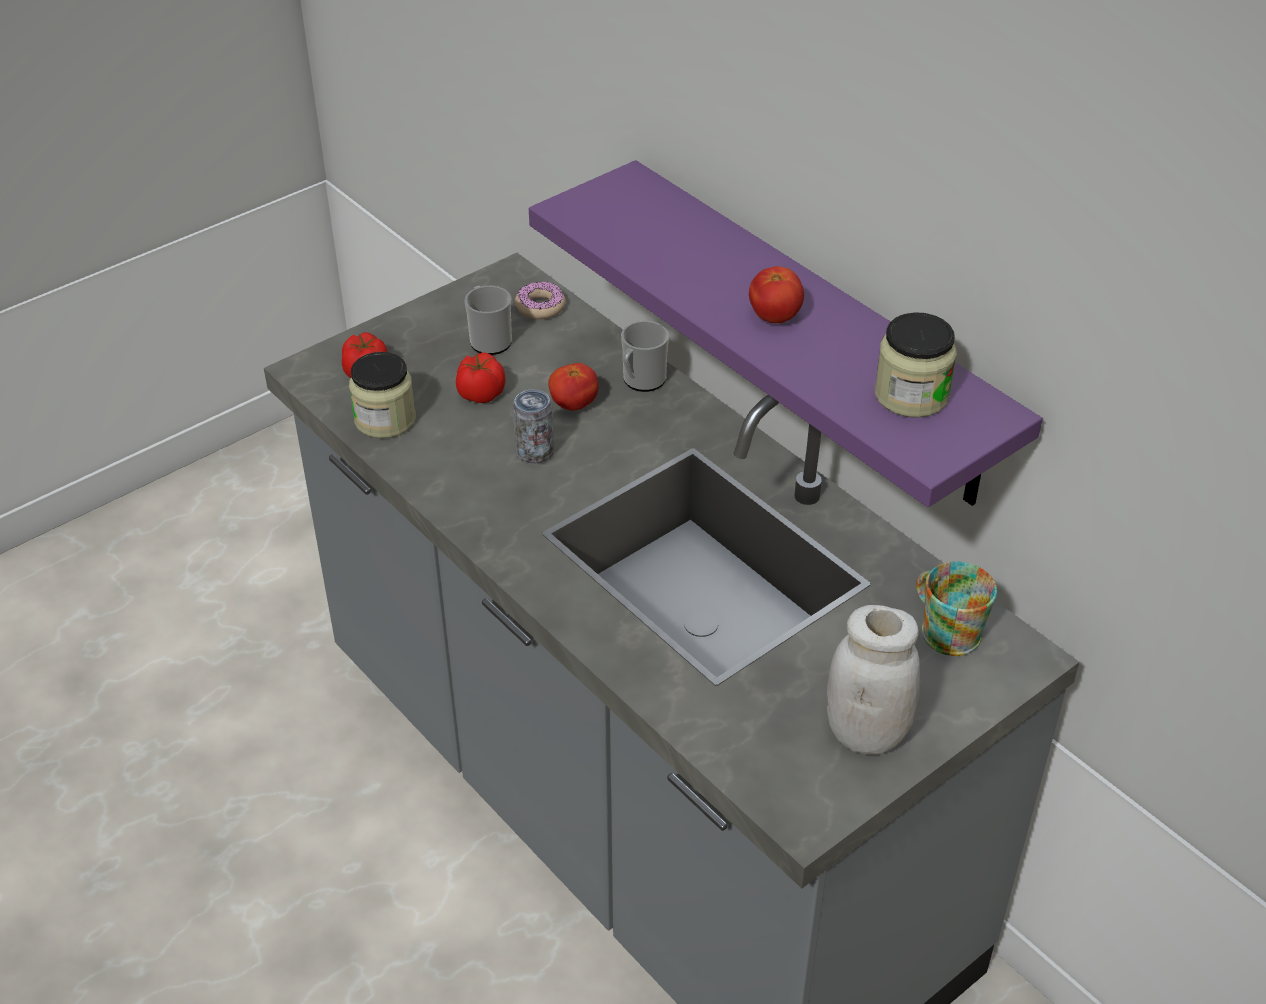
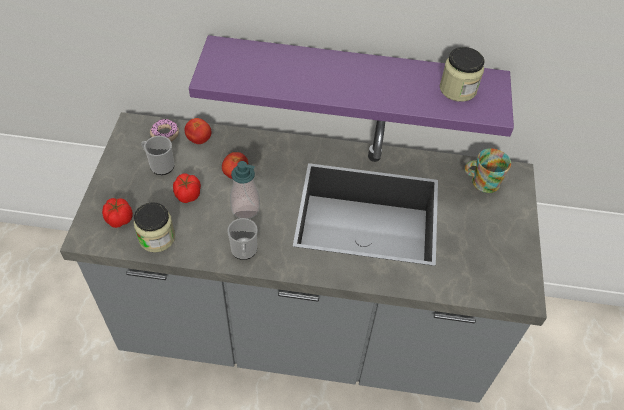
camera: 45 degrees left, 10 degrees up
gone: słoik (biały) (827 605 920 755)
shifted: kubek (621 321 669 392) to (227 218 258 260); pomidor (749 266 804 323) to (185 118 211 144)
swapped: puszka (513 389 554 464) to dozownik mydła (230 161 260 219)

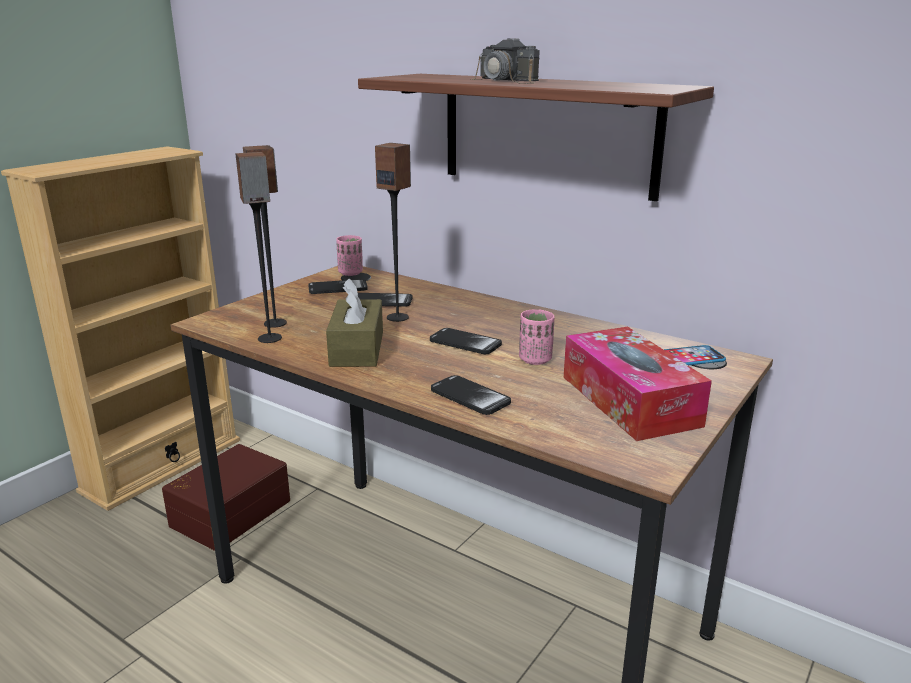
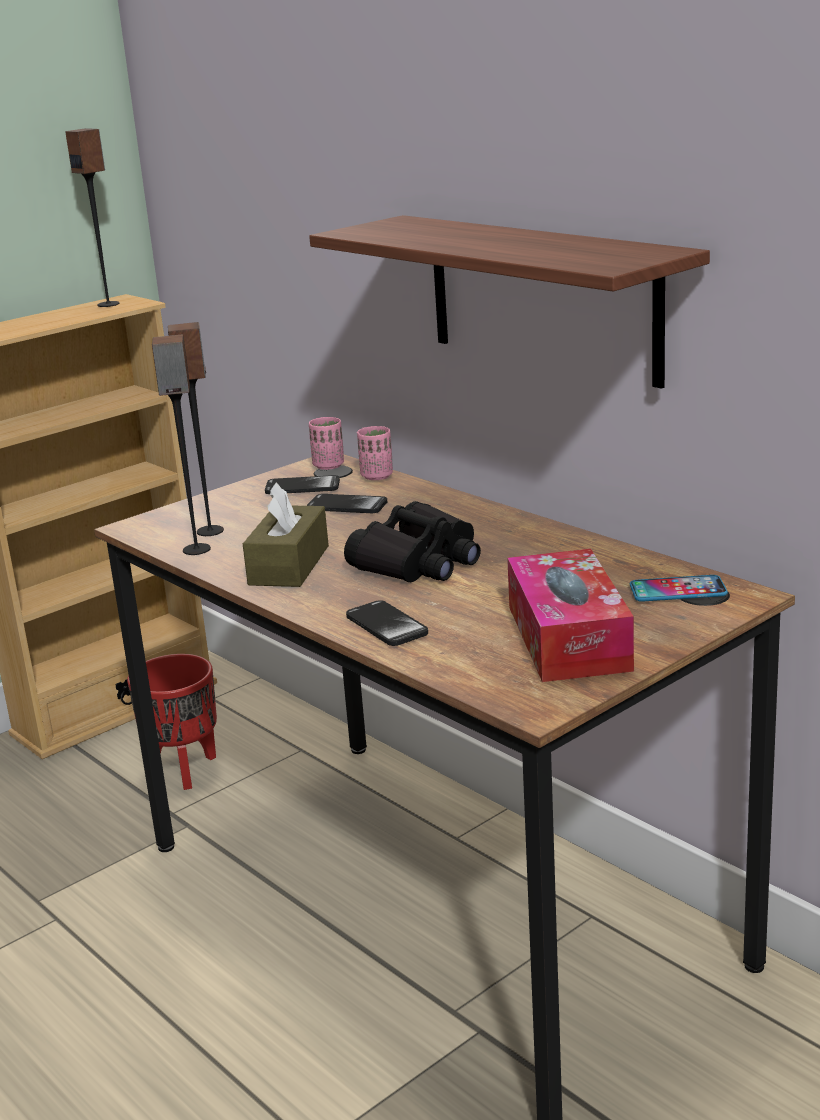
camera: 15 degrees right, 0 degrees up
gone: aparat fotograficzny (471 38 539 84)
shifted: głośnik (375 143 411 322) to (65 128 120 307); filiżanka (różowy) (519 309 555 365) to (357 426 393 480)
swapped: pojemnik do przechowywania (brązowy) (162 444 290 551) to donica (czerwony) (127 654 217 790); telefon (430 328 502 354) to lornetka (czarny) (344 501 481 582)

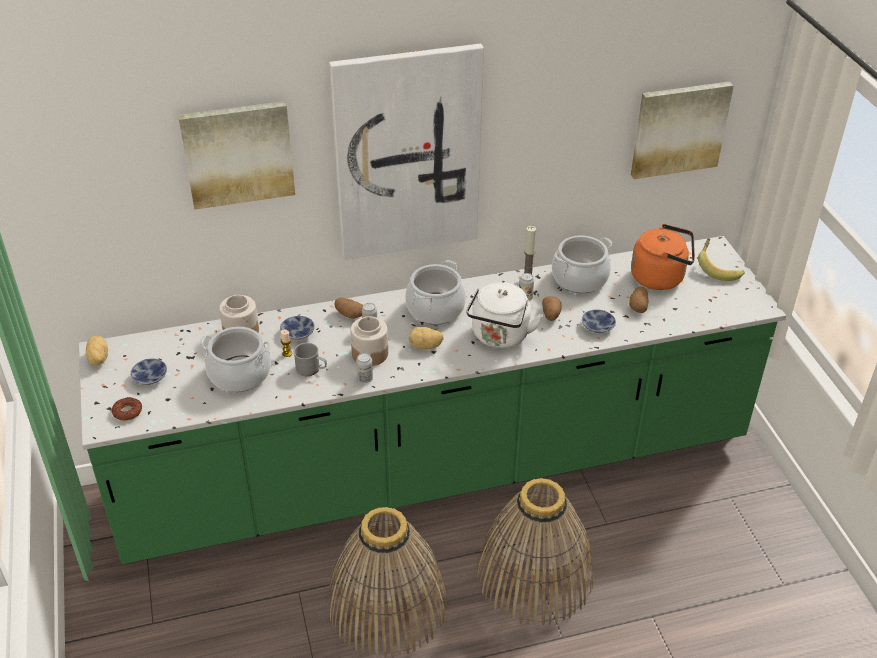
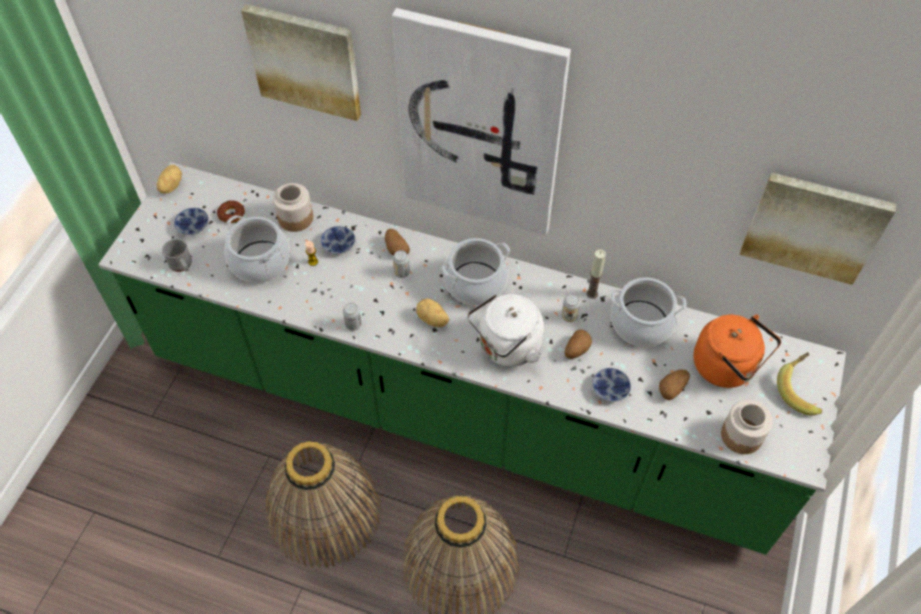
camera: 35 degrees right, 15 degrees up
shifted: donut (111 397 142 421) to (217 201 245 223); kubek (szary) (294 343 327 376) to (162 239 192 272); słoik (350 316 388 366) to (721 400 773 454)

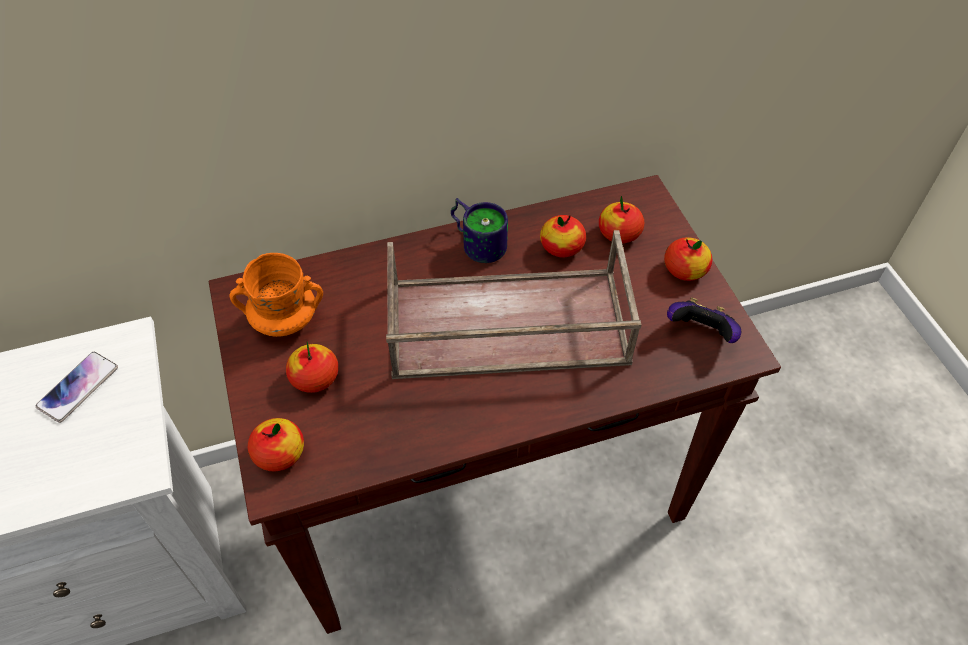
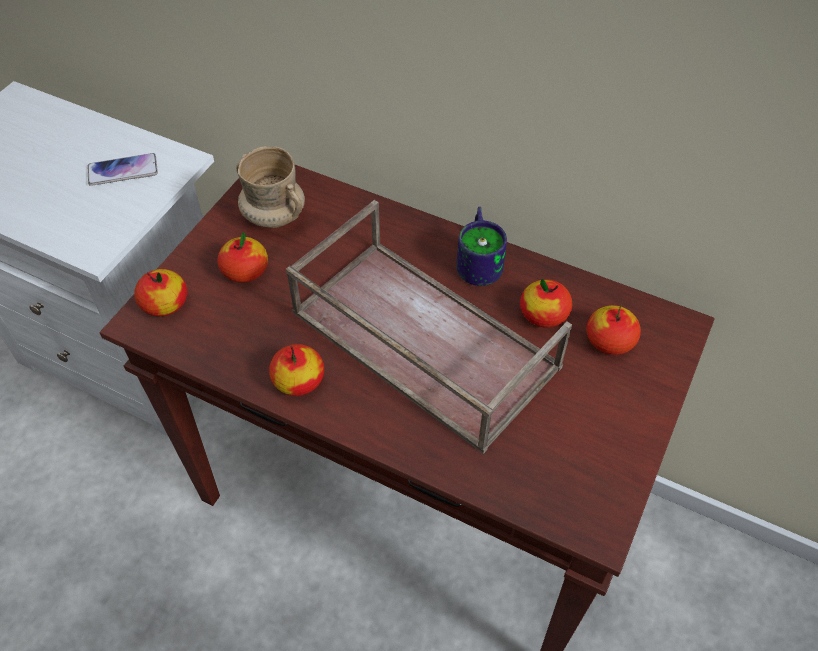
camera: 45 degrees right, 0 degrees up
gone: pad do gier (667 297 741 343)
shifted: jabłko (664 237 712 281) to (269 344 324 396)
repainted: kubek (pomarańczowy) (230 253 323 337) to kubek (beżowy) (236 146 305 228)

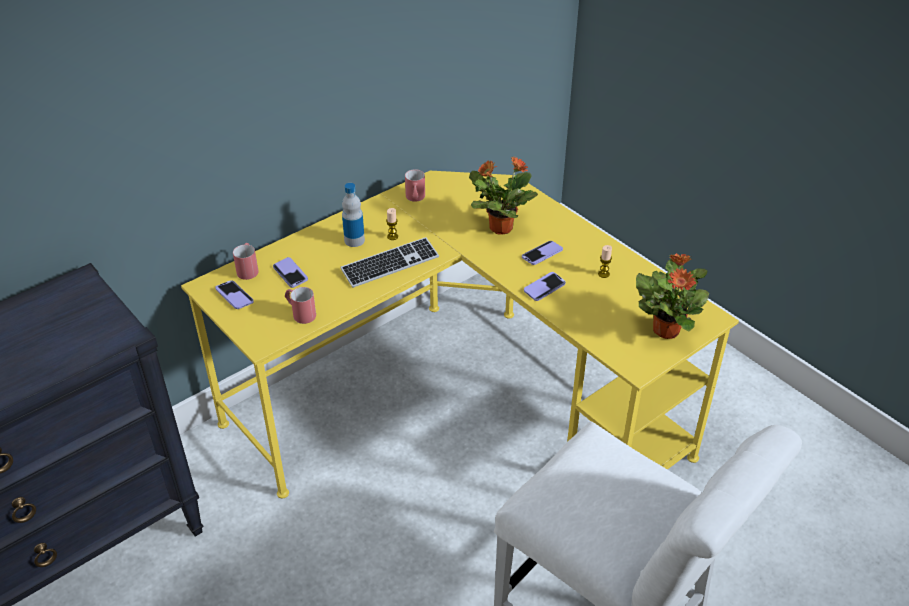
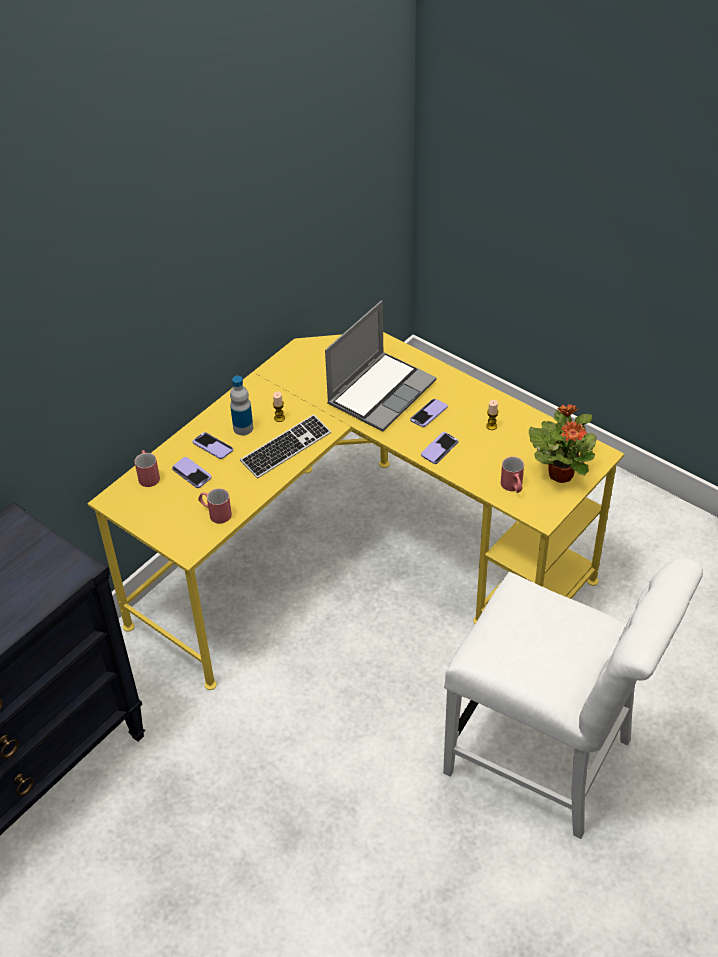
camera: 10 degrees left, 5 degrees up
shifted: telefon (215 280 254 309) to (193 432 233 459); kubek (czerwony) (405 169 425 202) to (501 457 524 493)
swapped: roślina doniczkowa (469 157 538 235) to laptop (325 300 437 432)

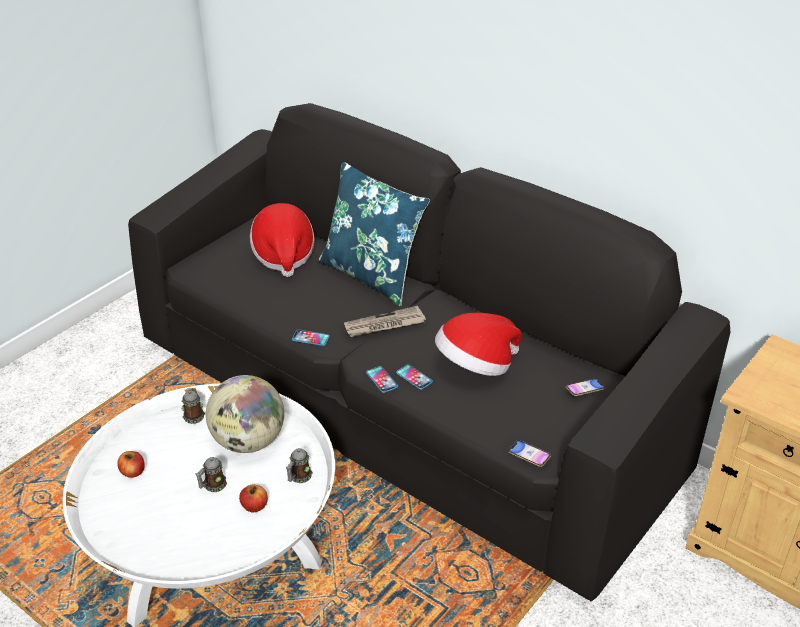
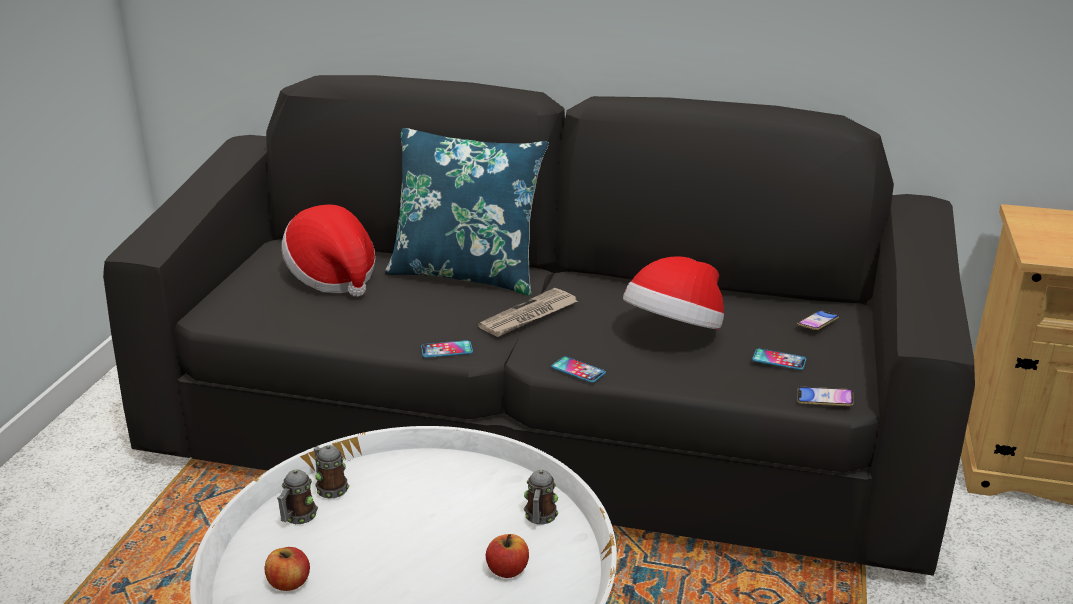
camera: 25 degrees left, 10 degrees down
gone: globus (206 375 284 453)
shifted: kubek (195 457 227 492) to (277 470 318 524); telefon (396 365 433 390) to (752 348 806 370)

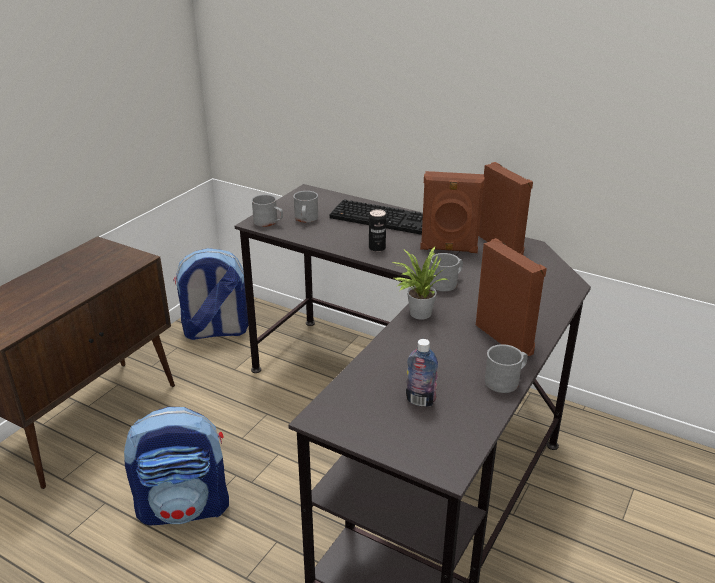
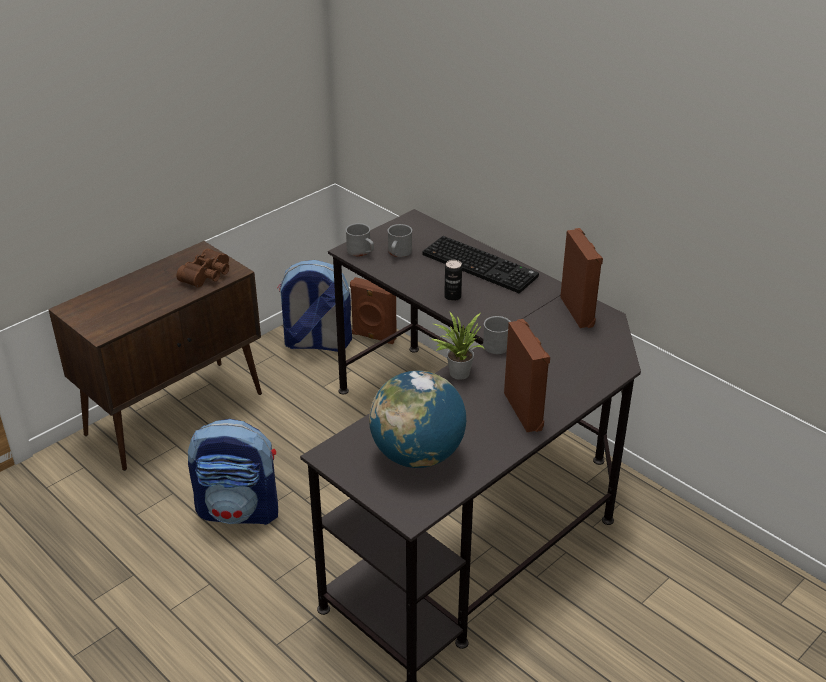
camera: 15 degrees right, 5 degrees up
gone: kubek (szary) (485 344 528 393)
new: lornetka (brązowy) (176 248 229 288)
shifted: głośnik (brązowy) (420 171 485 253) to (350 277 397 344)
swapped: butelka (406 339 438 407) to globus (369 371 466 468)

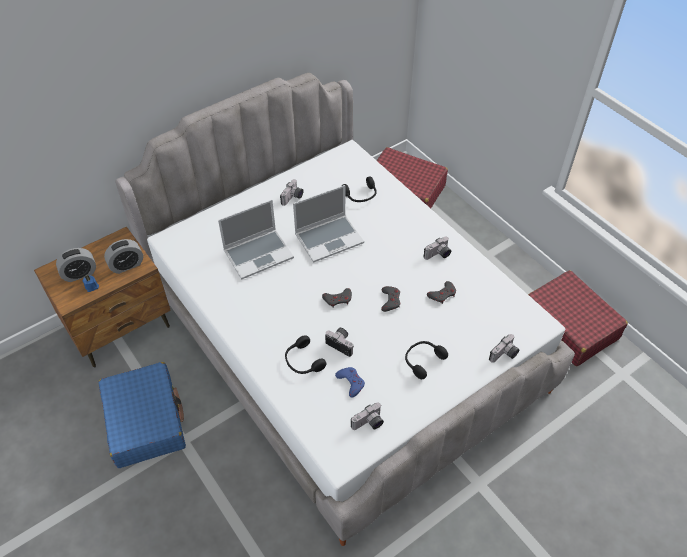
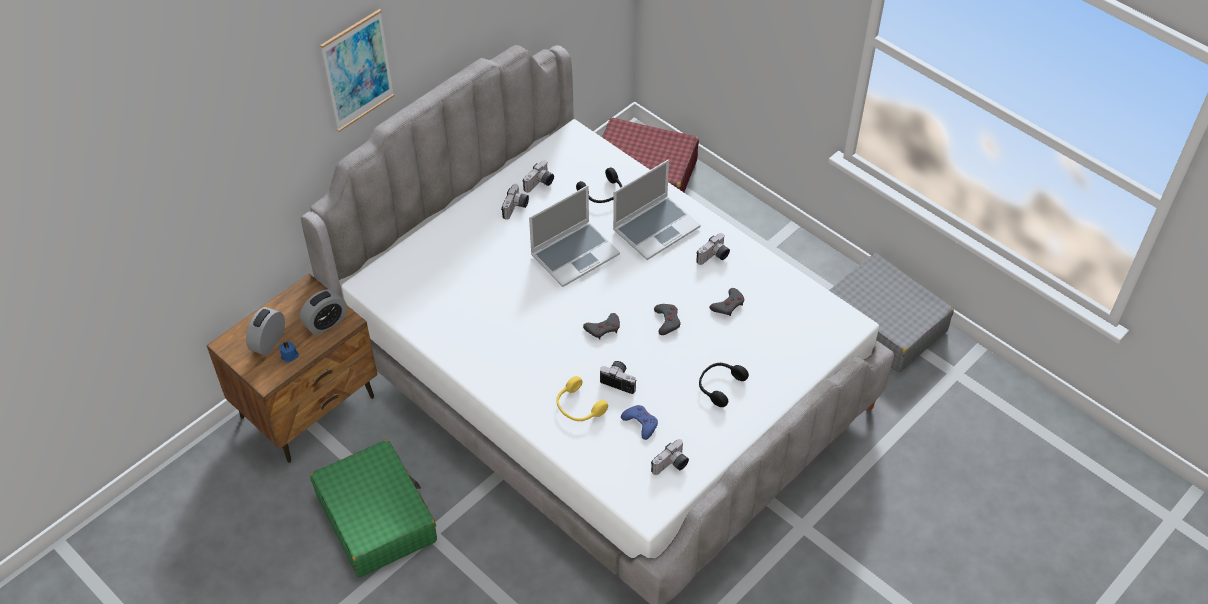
camera: 10 degrees left, 0 degrees up
new: obraz (320 9 394 132)
shifted: laptop (218 200 294 280) to (613 160 701 260); aparat fotograficzny (489 334 520 363) to (523 160 554 193)
repainted: walizka (niebieski) (98 362 186 468) to walizka (zielony) (310 440 437 577); słuchawki (czarny) (285 335 326 374) to słuchawki (żółty) (556 376 608 421); walizka (czerwony) (528 270 628 366) to walizka (szary) (829 253 954 372)
rotated: budzik (56 248 96 282) = (246 307 285 355) 150 degrees clockwise

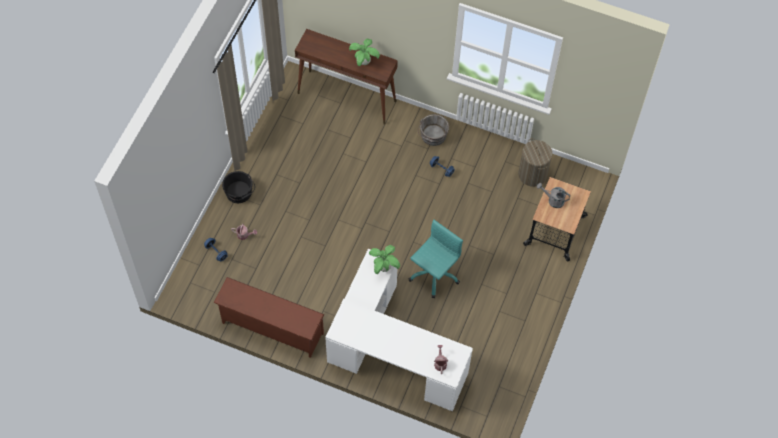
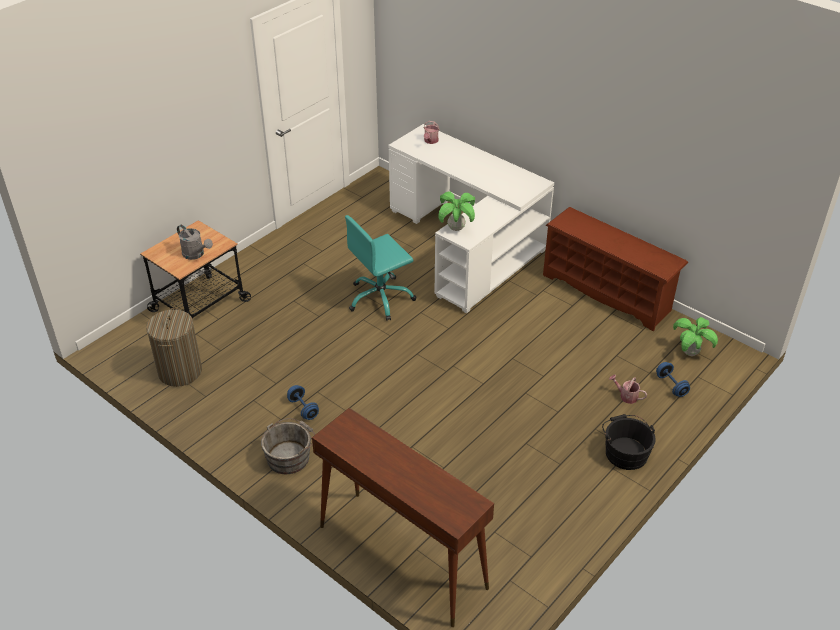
camera: 160 degrees left, 20 degrees down
shifted: roślina doniczkowa (349 38 380 66) to (673 317 718 356)

